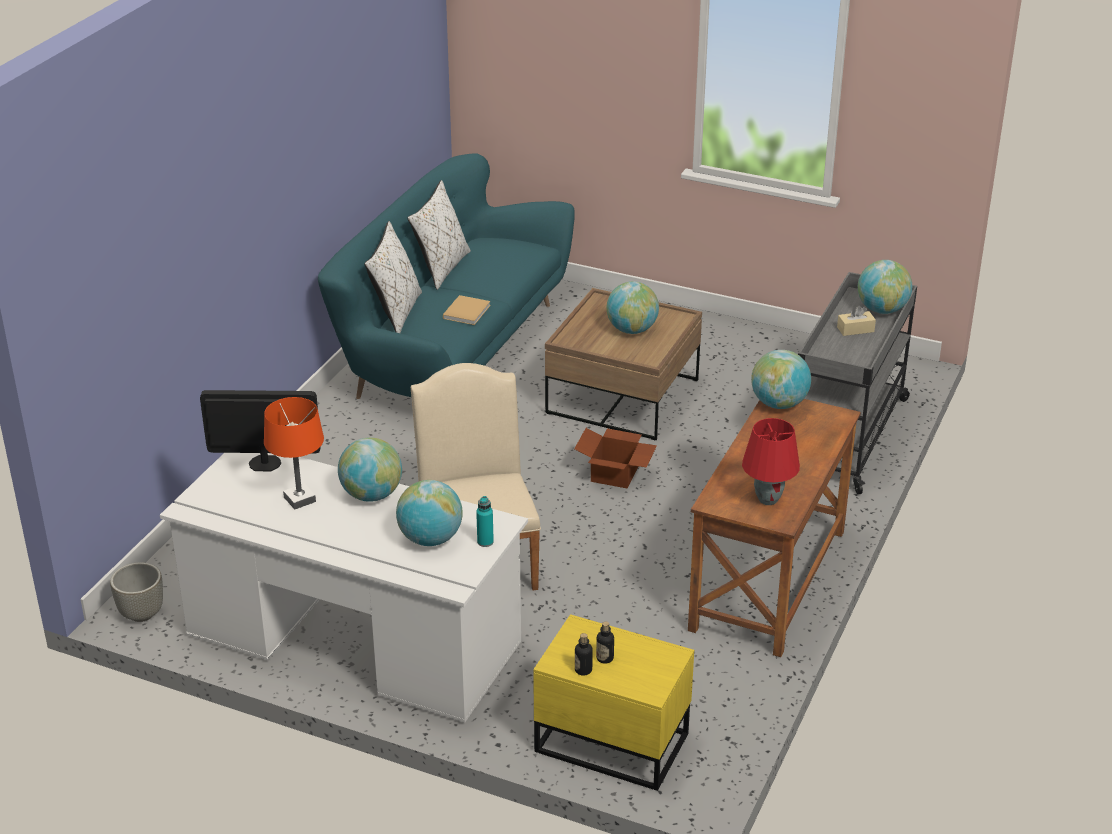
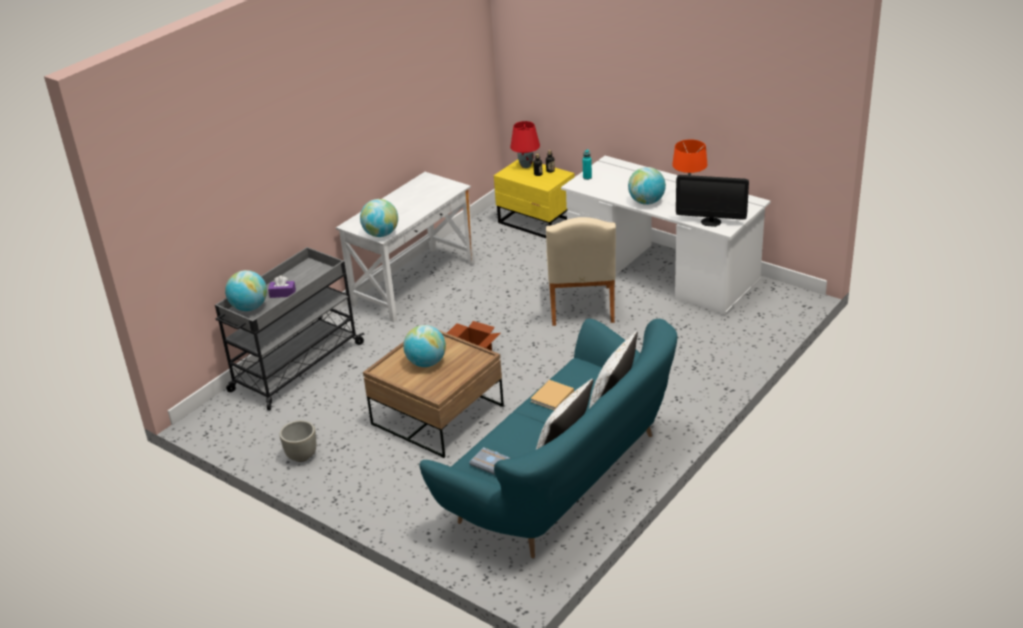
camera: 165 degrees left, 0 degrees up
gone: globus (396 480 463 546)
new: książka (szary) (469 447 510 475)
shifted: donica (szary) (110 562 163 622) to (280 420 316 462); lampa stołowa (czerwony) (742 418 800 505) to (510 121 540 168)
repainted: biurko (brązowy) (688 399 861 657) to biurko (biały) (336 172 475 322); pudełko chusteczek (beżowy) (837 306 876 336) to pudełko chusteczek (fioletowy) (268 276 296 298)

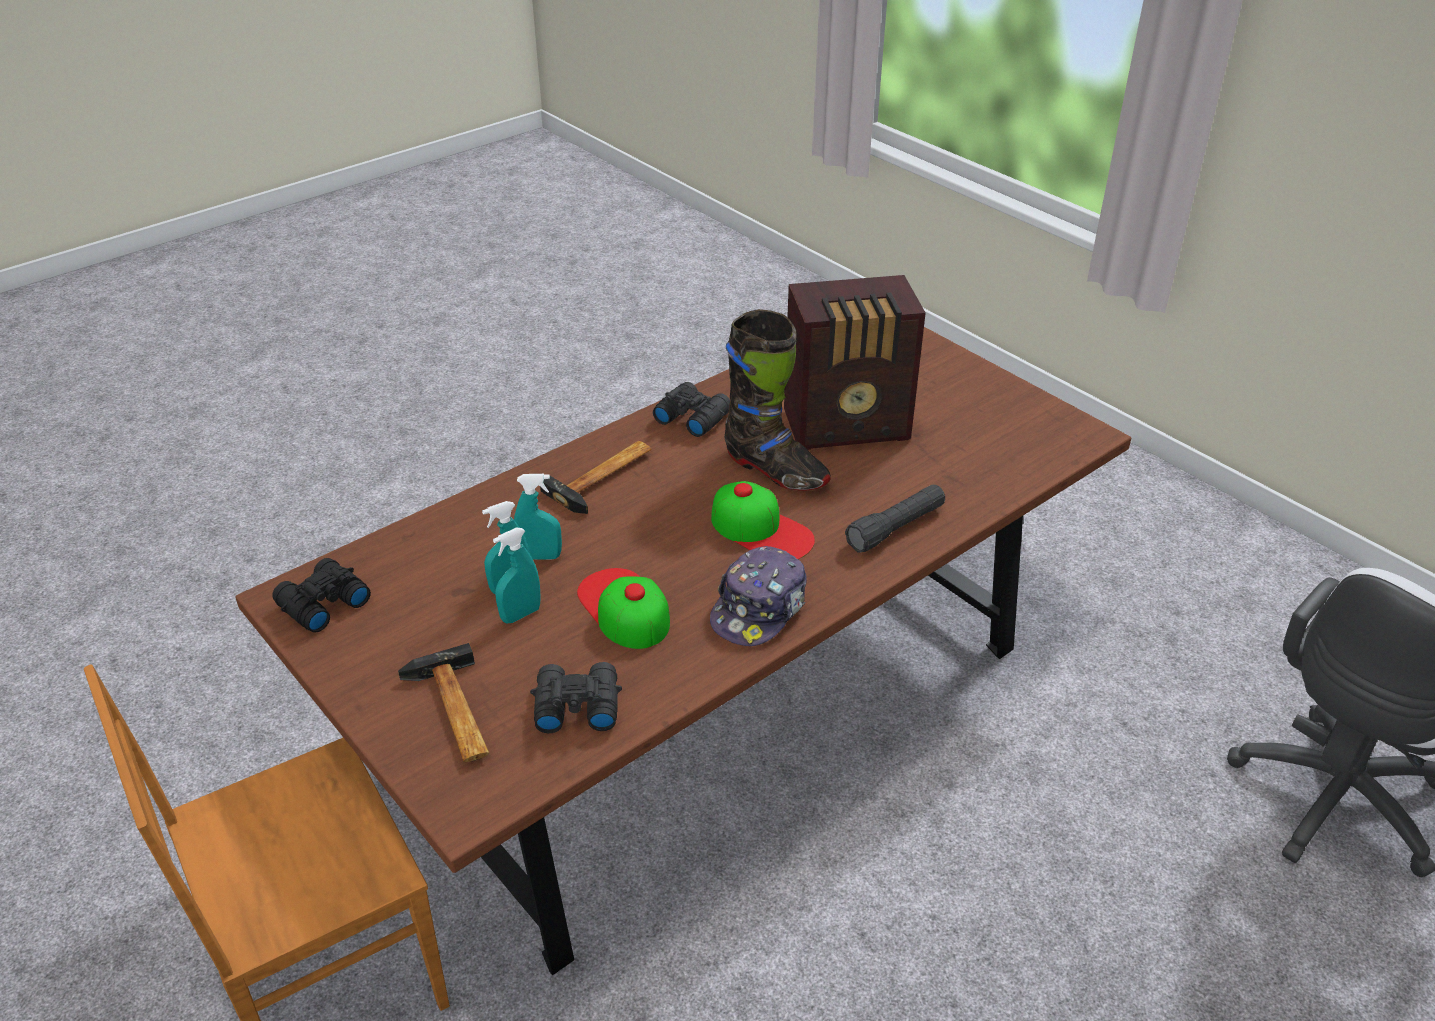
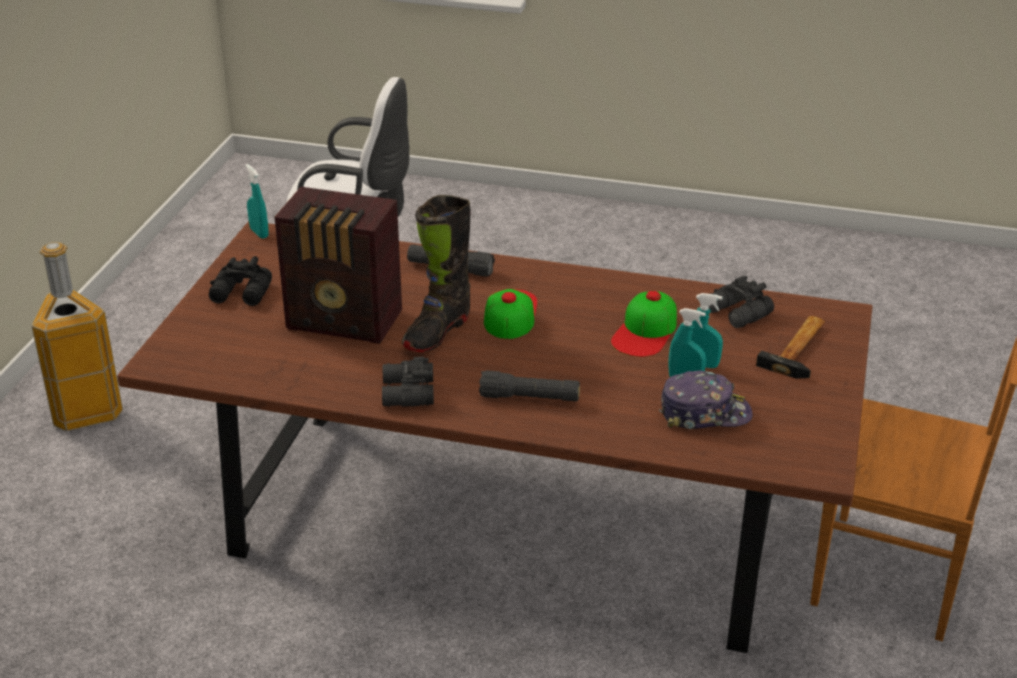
camera: 125 degrees left, 5 degrees down
new: kosz na śmieci (32 242 123 431)
shifted: lornetka (czarny) (272 558 371 633) to (209 256 272 306); spryskiwacz (turkusowy) (514 474 562 560) to (246 164 269 239); czapka z daszkiem (710 546 807 646) to (659 371 753 429)
swapped: młotek (540 441 652 514) to latarka (czarny) (479 370 580 401)
rotated: but z cholewką (czarny) (724 309 831 490) = (402 195 470 352) 150 degrees counterclockwise; radio (784 275 926 450) = (275 187 402 344) 150 degrees clockwise

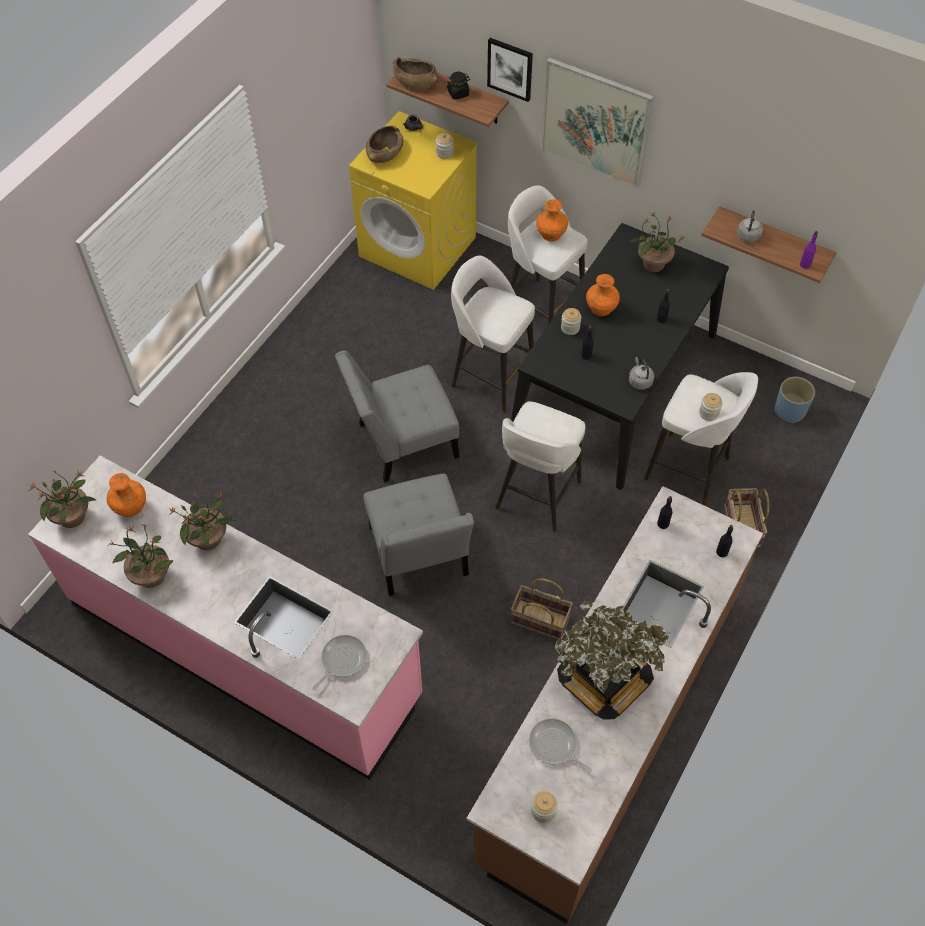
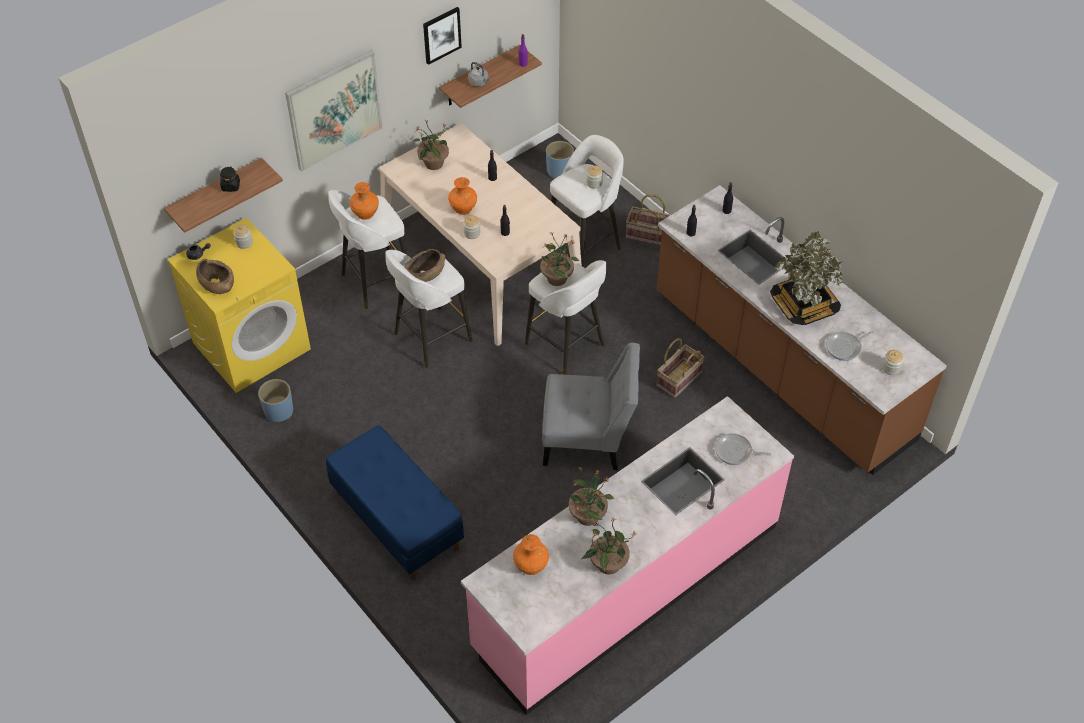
camera: 70 degrees left, 5 degrees down
gone: krzesło (szary) (335 351 459 482); czajnik (szary) (629 357 654 390)
new: donica (niebieski) (258 379 293 422); ławka (niebieski) (326 425 464 581)
shifted: roślina doniczkowa (29 470 97 528) to (540 232 579 286); miska (brązowy) (393 57 438 90) to (404 249 445 282); obraz (487 38 533 102) to (423 7 462 65)
repainted: stół jadalny (czarny) (511 223 729 490) to stół jadalny (beżowy) (379 123 582 346)
rotated: patelnia (312 635 367 690) = (715 433 771 465) 45 degrees counterclockwise

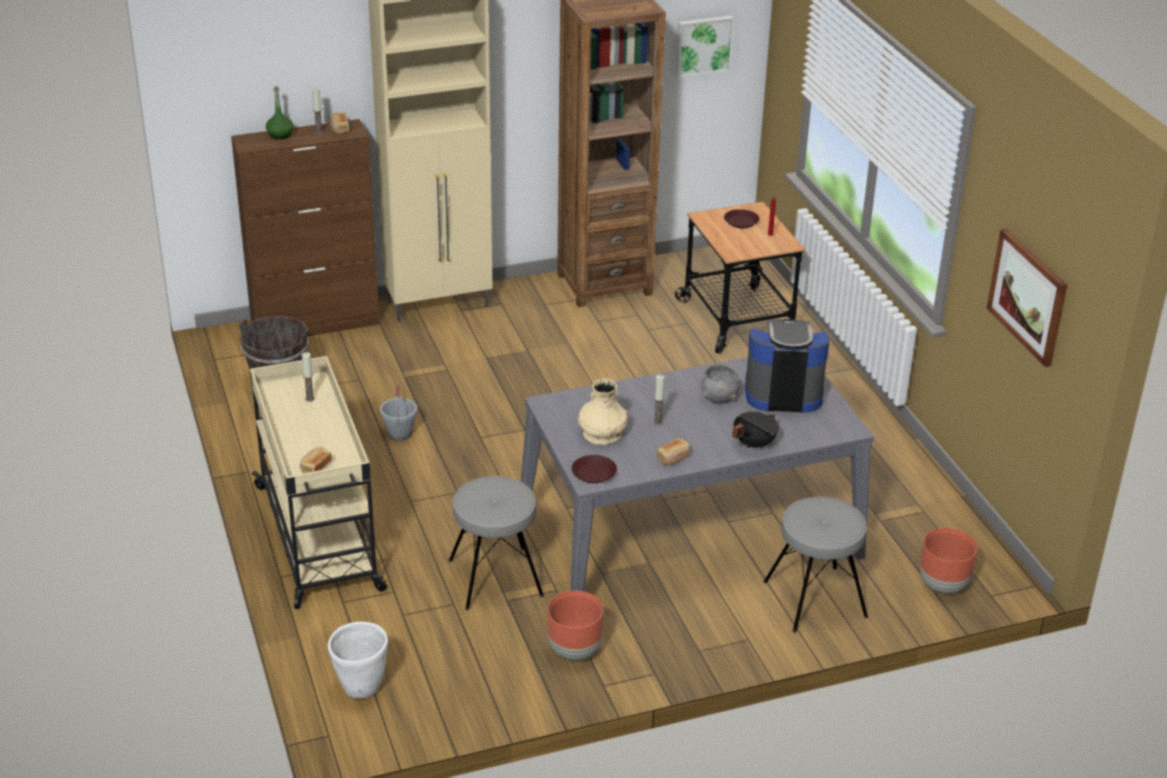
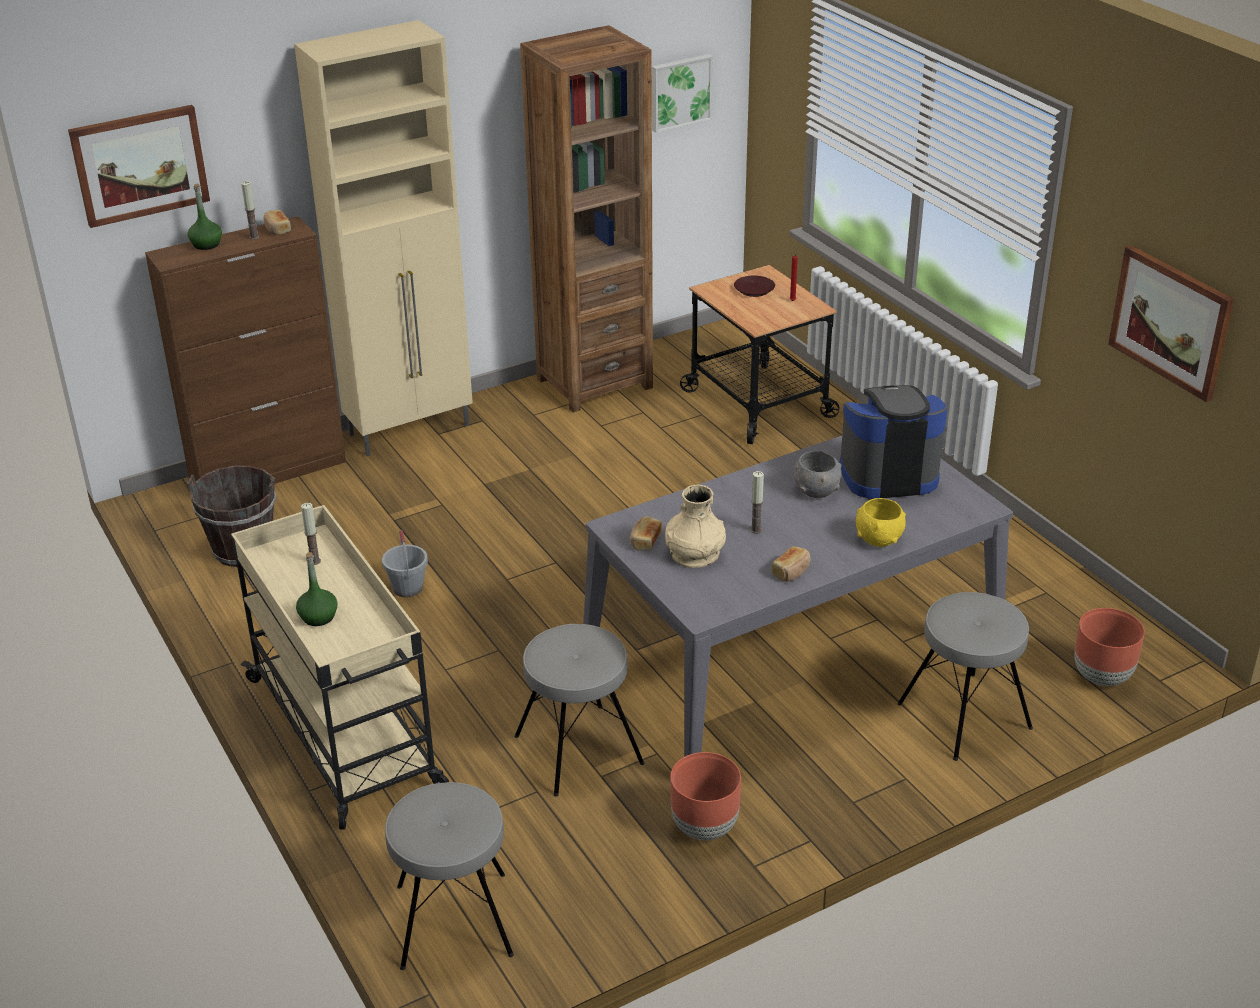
camera: 10 degrees left, 0 degrees up
gone: talerz (brązowy) (572 455 617 483)
new: obraz (68 105 210 228); butelka (zielony) (296 552 338 626)
shifted: chleb (300 447 332 473) to (630 516 662 551)
swapped: donica (biały) (328 622 388 699) to stołek (szary) (385 782 514 970); garnek (czarny) (732 412 779 448) to miska (żółty) (856 498 906 547)

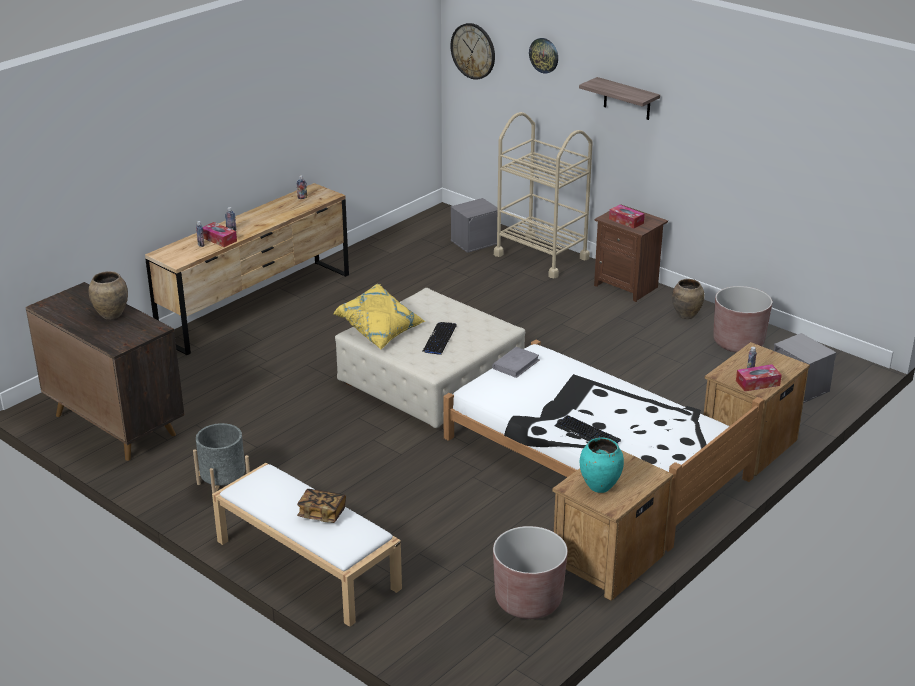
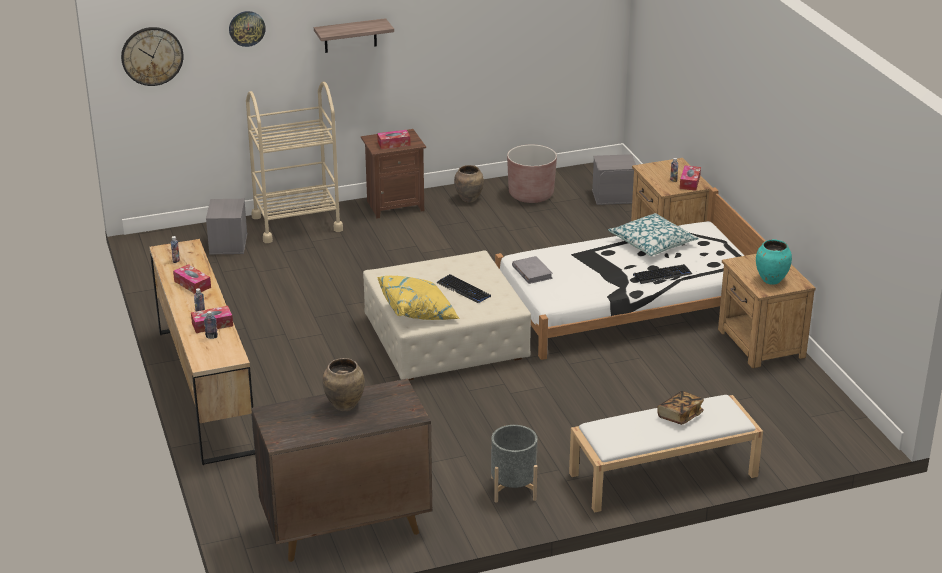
camera: 60 degrees left, 0 degrees up
gone: donica (brązowy) (493 526 568 619)
new: pudełko chusteczek (173 264 211 294); poduszka (608 213 699 256)

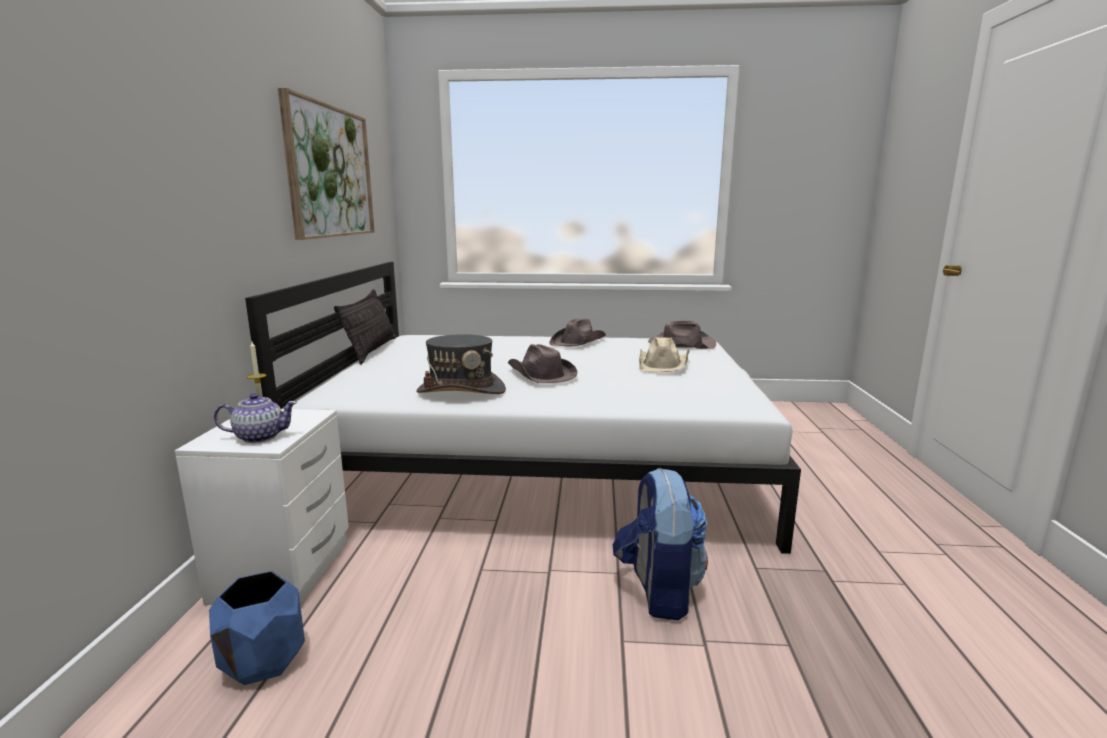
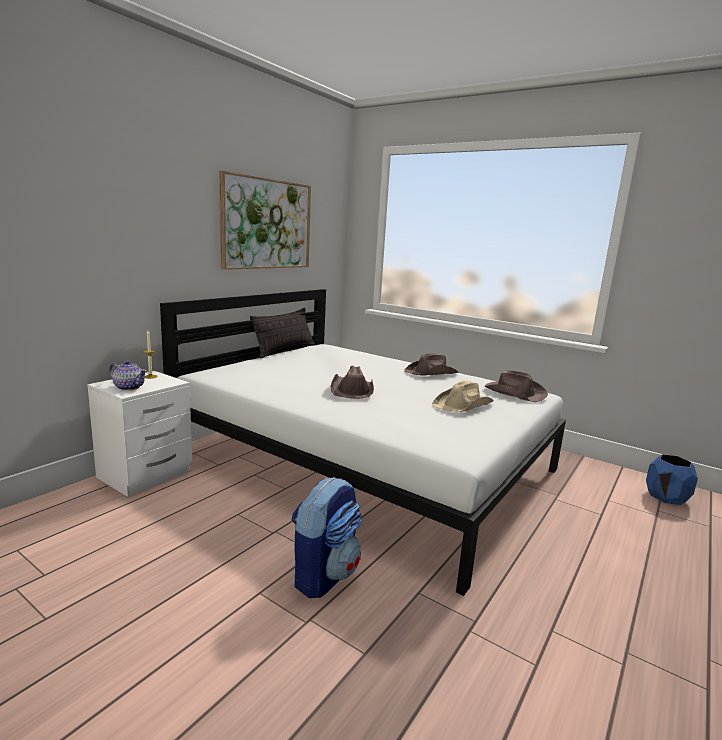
camera: 30 degrees right, 0 degrees up
gone: kapelusz (szary) (416 334 506 394)
shifted: donica (niebieski) (209 571 305 685) to (646 454 698 505)

